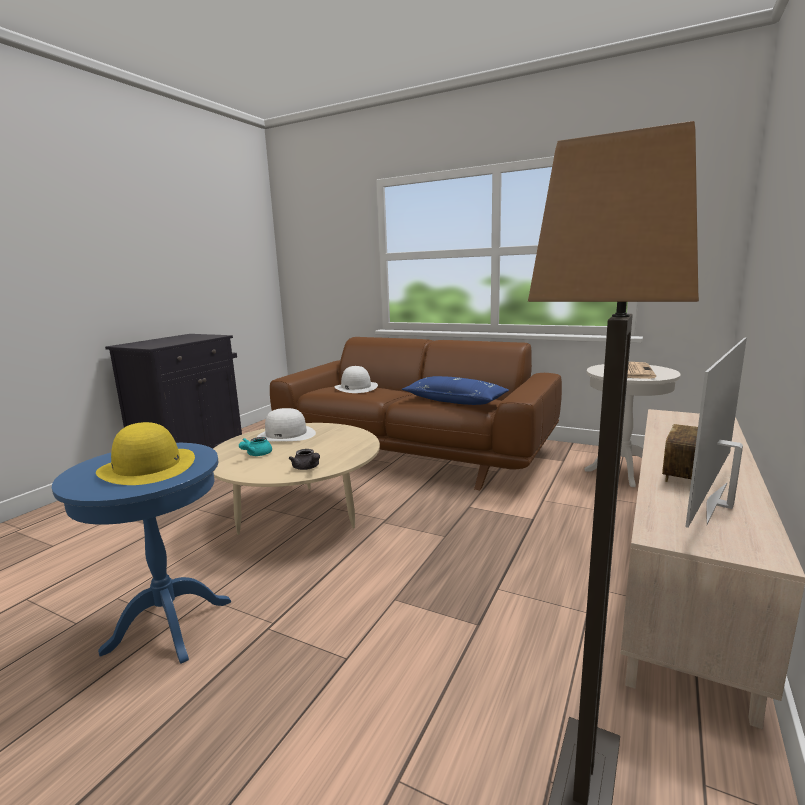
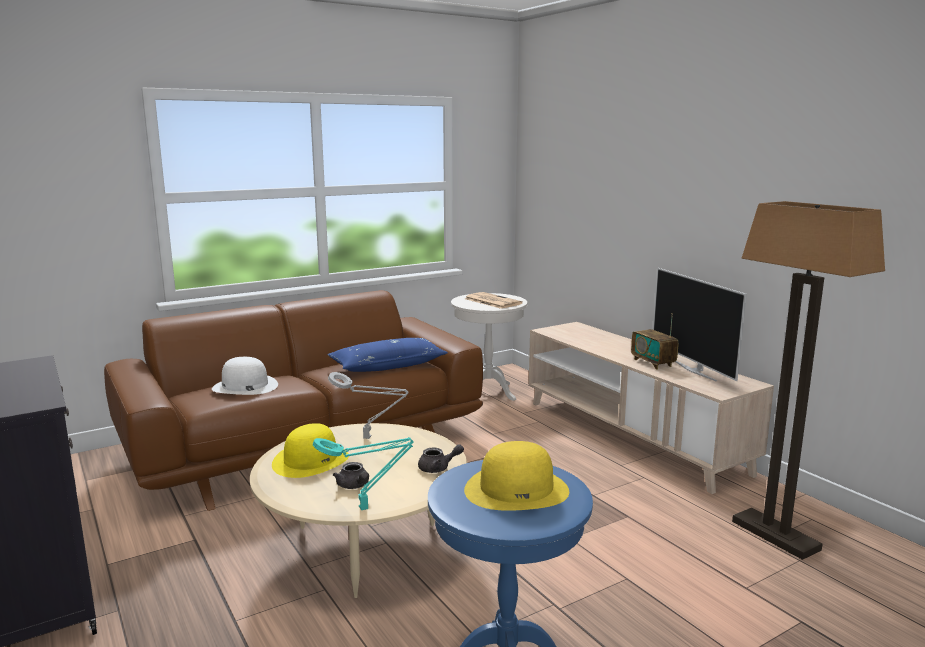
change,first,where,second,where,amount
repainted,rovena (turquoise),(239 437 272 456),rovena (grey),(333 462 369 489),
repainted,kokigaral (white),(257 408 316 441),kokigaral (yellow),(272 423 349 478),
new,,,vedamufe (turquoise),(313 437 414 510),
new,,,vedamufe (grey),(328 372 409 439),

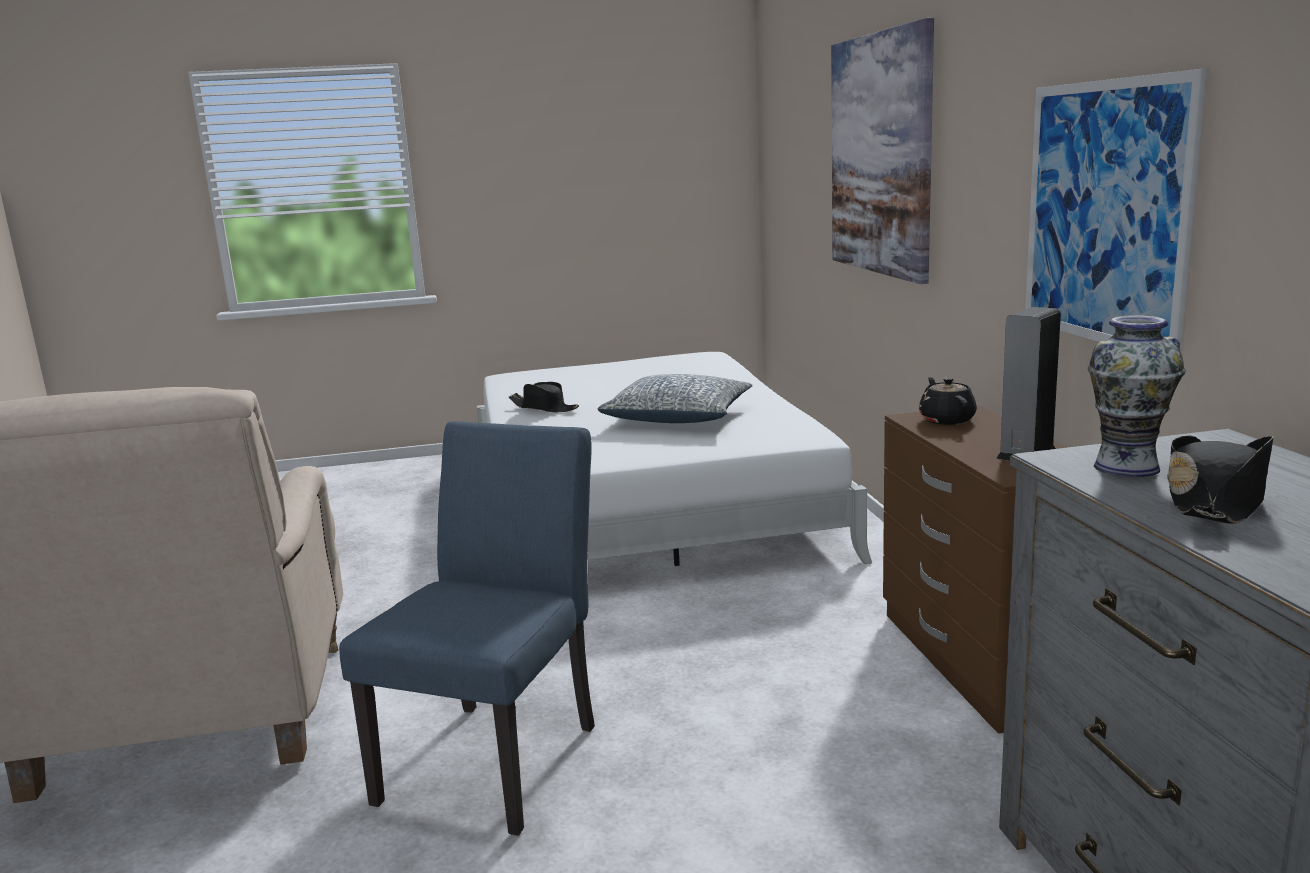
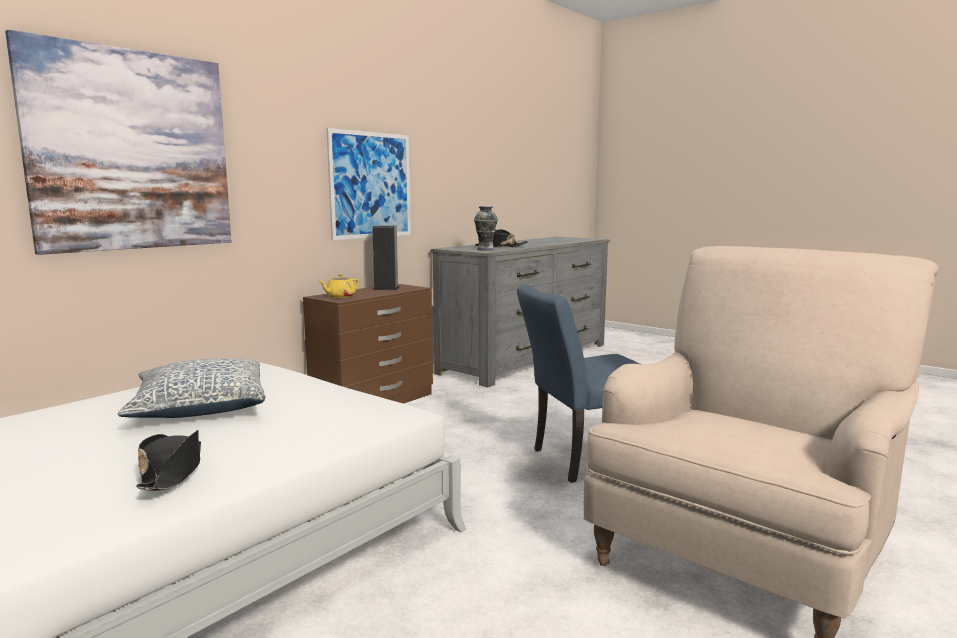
change,first,where,second,where,amount
repainted,rovena (black),(919 377 977 425),rovena (yellow),(319 274 359 298),

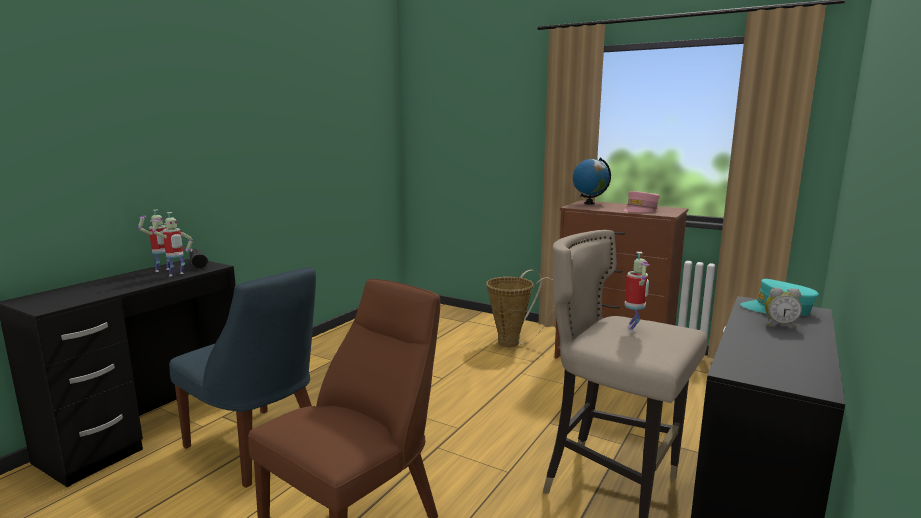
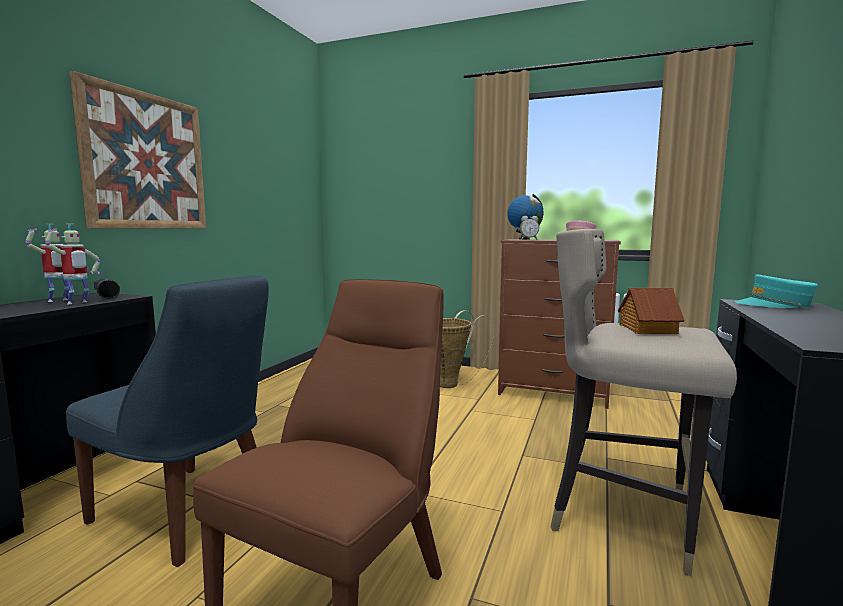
change,first,where,second,where,amount
swapped,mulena,(624 252 650 333),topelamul,(618 288 685 334),
shifted,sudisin,(765 287 802 328),,(520 216 539 240),
new,,,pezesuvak,(69 71 206 229),

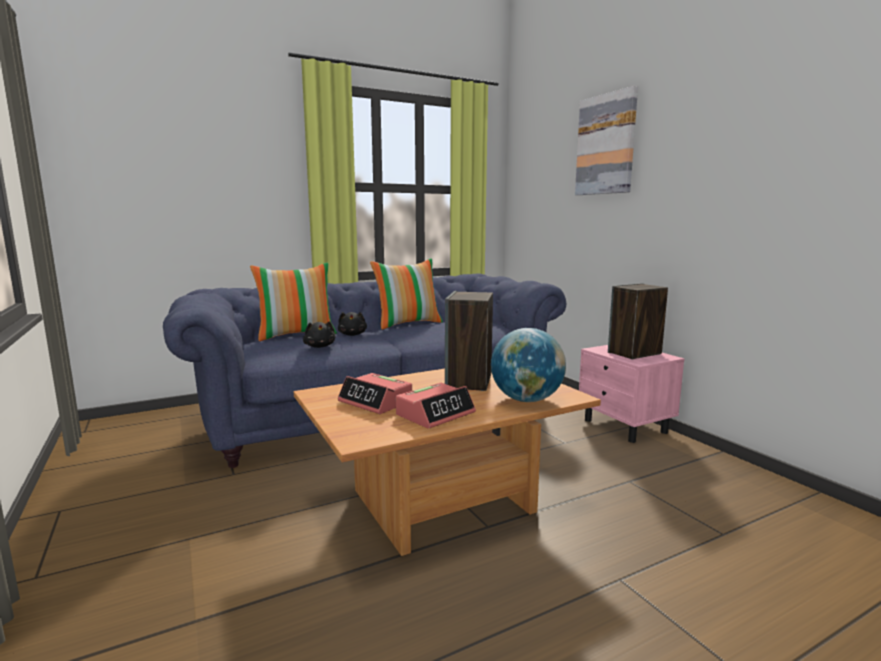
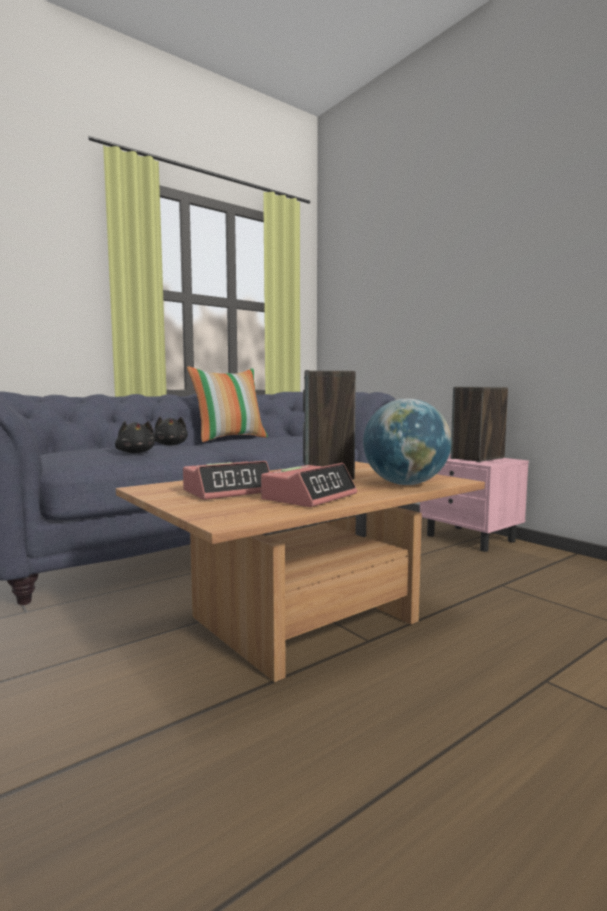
change,first,where,second,where,amount
gone,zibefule,(250 262 337 341),,,
rotated,sudisin,(338 373 412 414),,(183 461 270 500),60 degrees counterclockwise
gone,pezesuvak,(575 86 638 195),,,

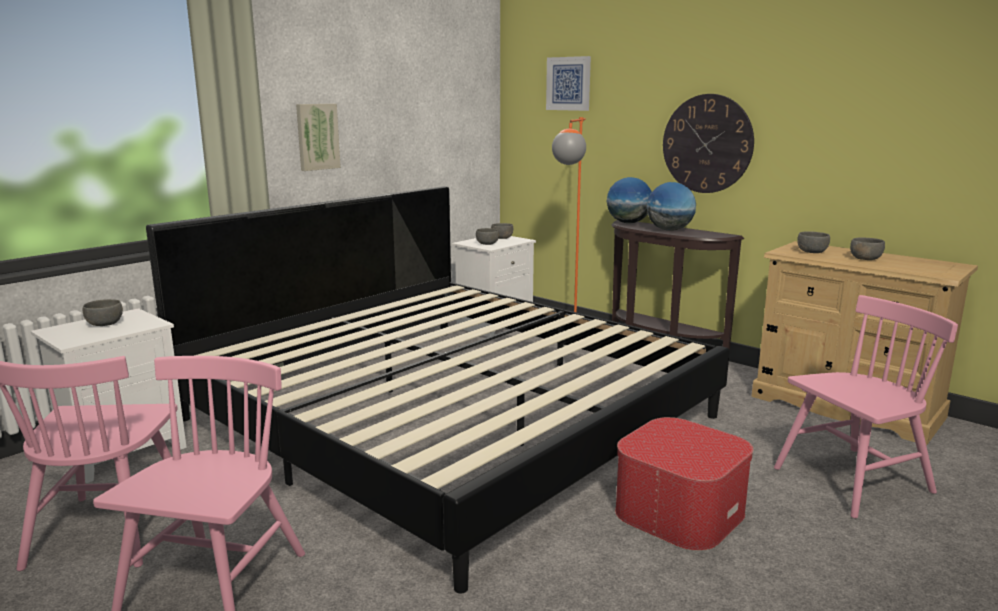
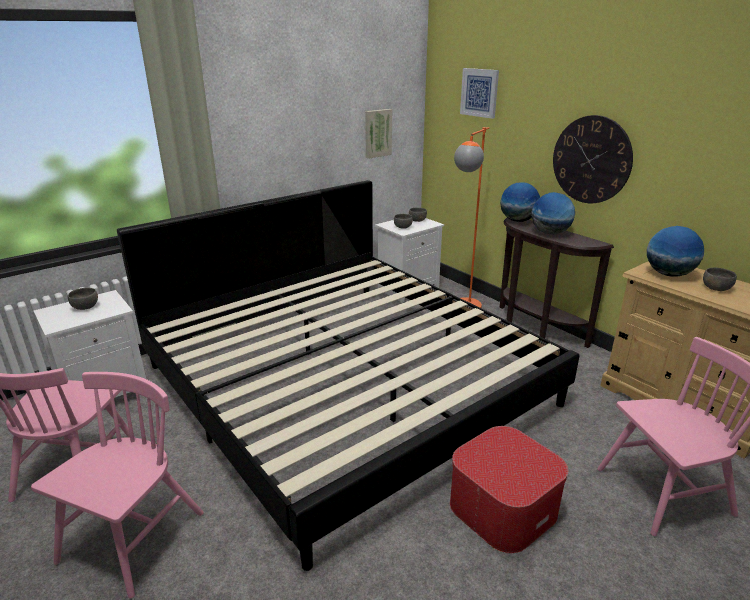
change,first,where,second,where,amount
shifted,pezesuvak,(296 104 341 171),,(365 109 392 159),
swapped,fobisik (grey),(797 231 830 253),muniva,(647 226 704 277),

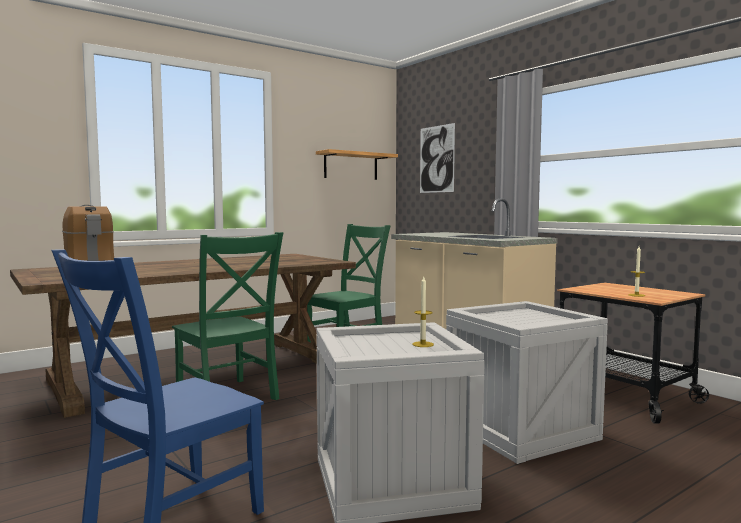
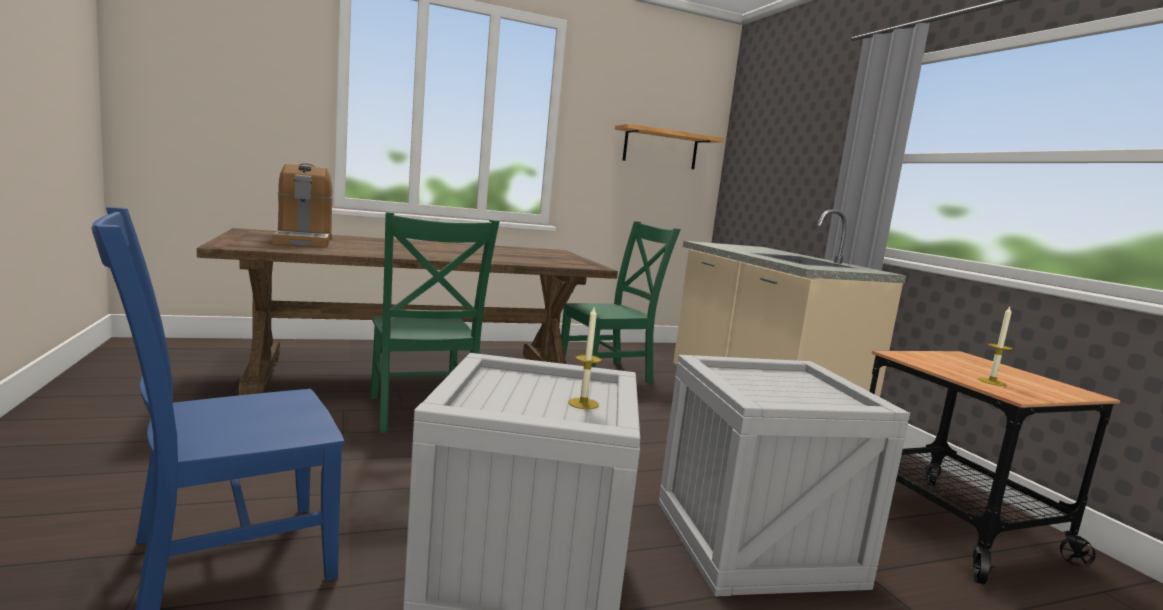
change,first,where,second,where,amount
gone,pezesuvak,(420 123 455 193),,,

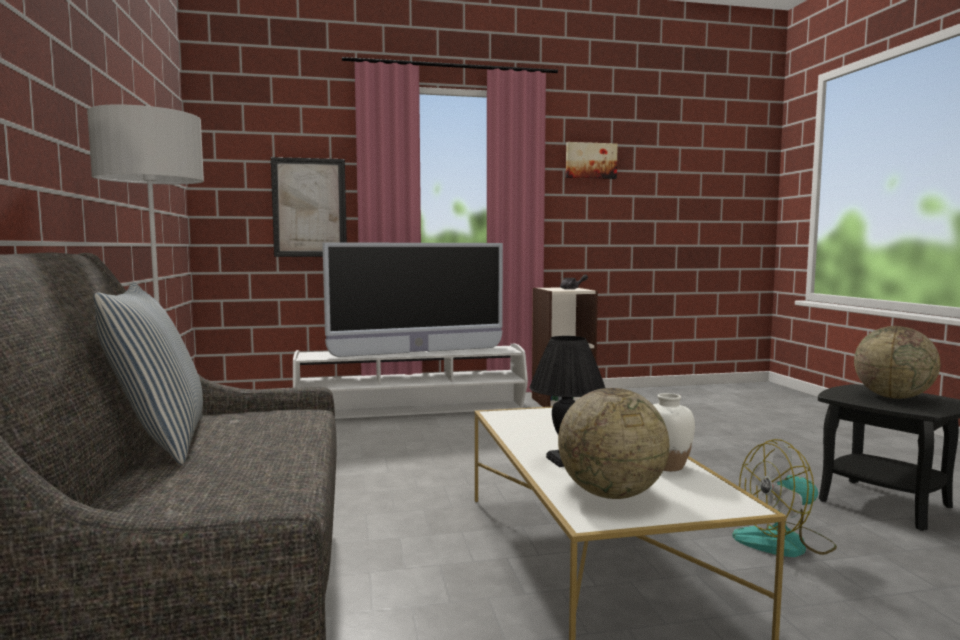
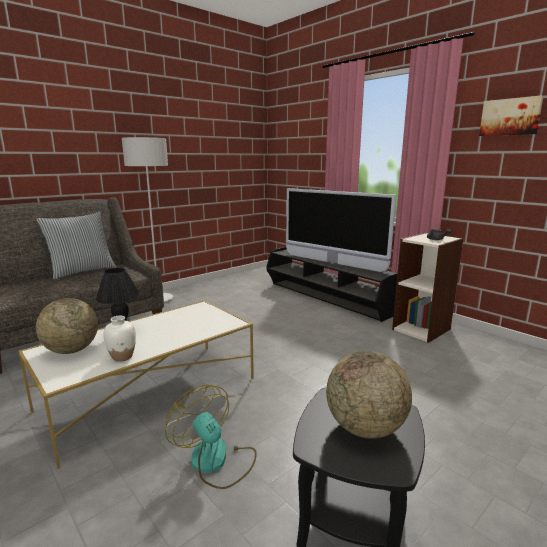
change,first,where,second,where,amount
gone,pezesuvak,(271 157 347 257),,,
repainted,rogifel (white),(293 344 528 419),rogifel (black),(266 247 397 322),

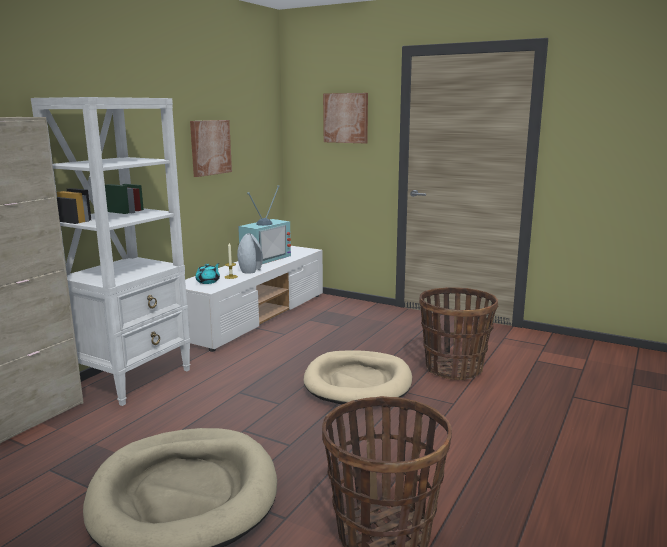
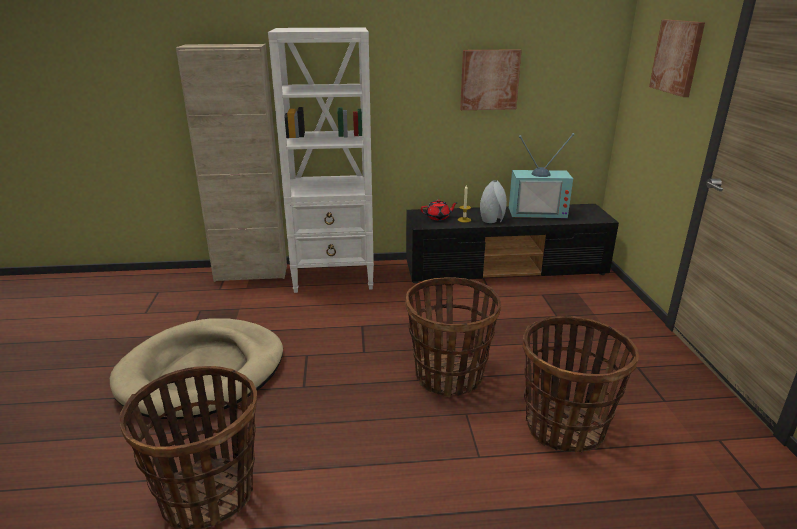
change,first,where,second,where,amount
repainted,rogifel (white),(185 246 323 352),rogifel (black),(406 204 619 283),
repainted,rovena (turquoise),(195 263 220 284),rovena (red),(421 200 457 220),
swapped,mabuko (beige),(303 350 412 404),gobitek,(405 277 501 398),

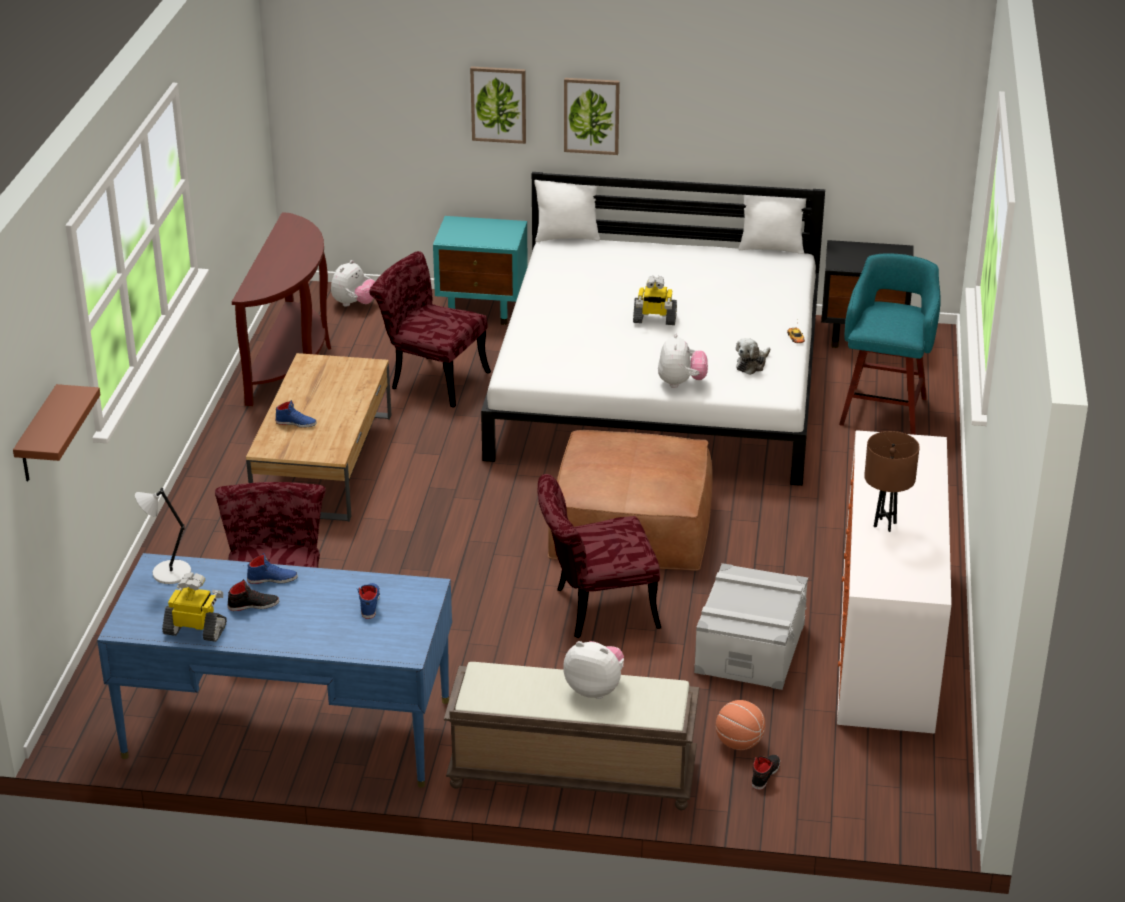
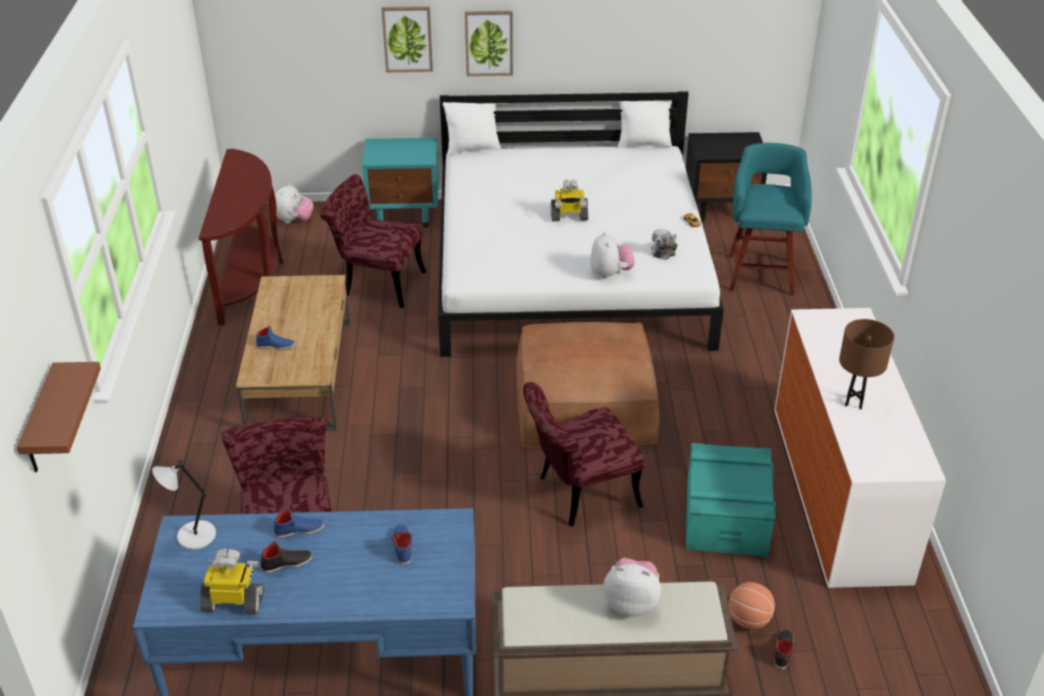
change,first,where,second,where,amount
repainted,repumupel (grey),(694 563 808 690),repumupel (turquoise),(686 443 776 557),

